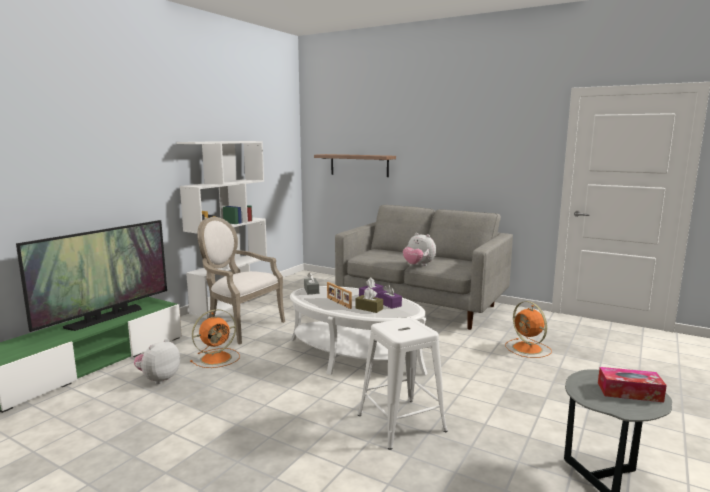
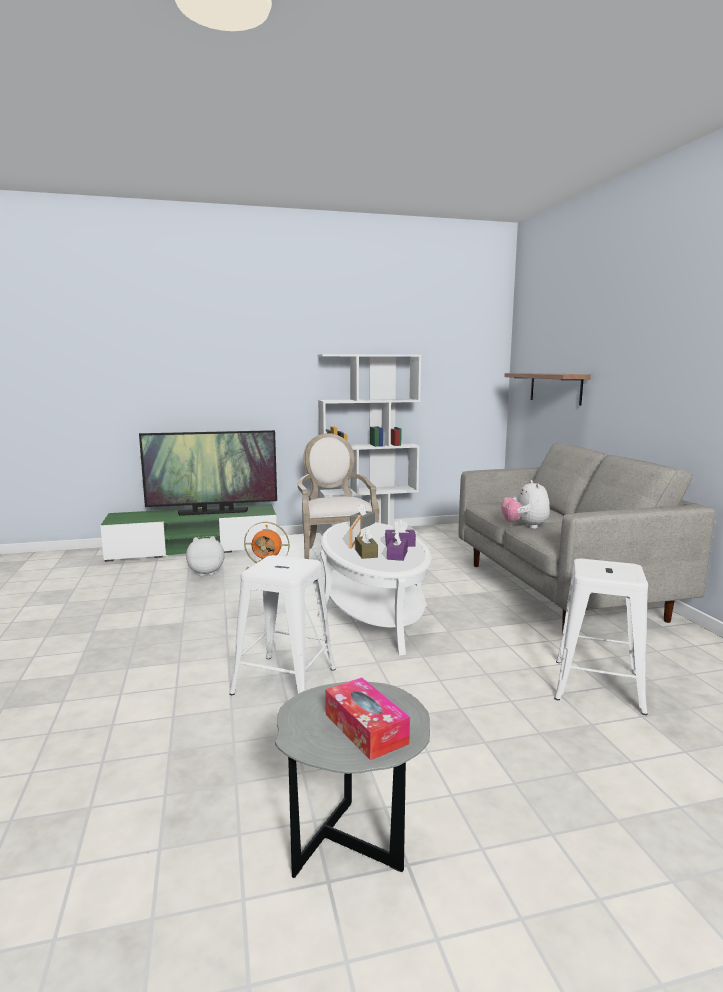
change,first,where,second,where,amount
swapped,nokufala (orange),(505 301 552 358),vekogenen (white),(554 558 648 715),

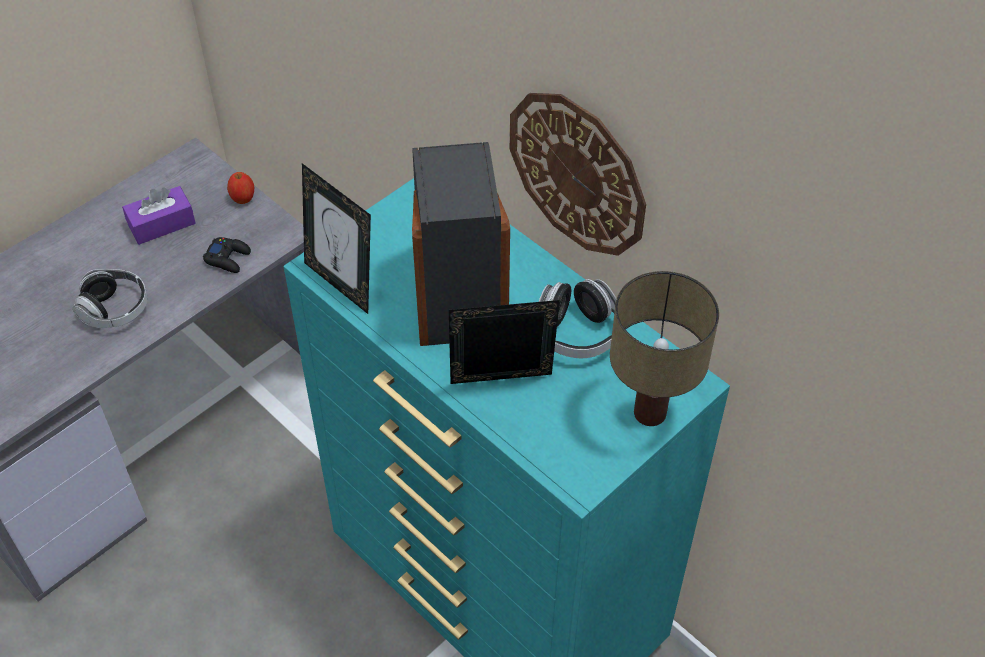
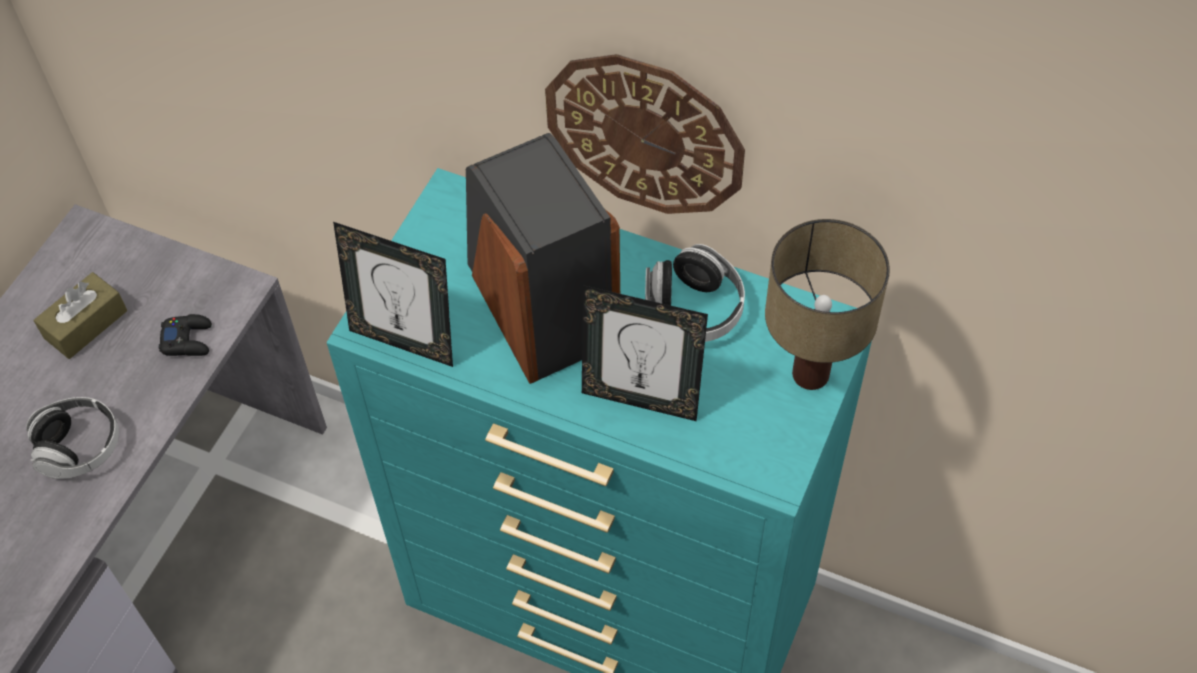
change,first,where,second,where,amount
repainted,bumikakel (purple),(122 186 196 245),bumikakel (brown),(34 272 127 359),
gone,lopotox,(227 172 254 204),,,
rotated,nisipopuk,(449 300 560 384),,(582 285 708 421),135 degrees counterclockwise

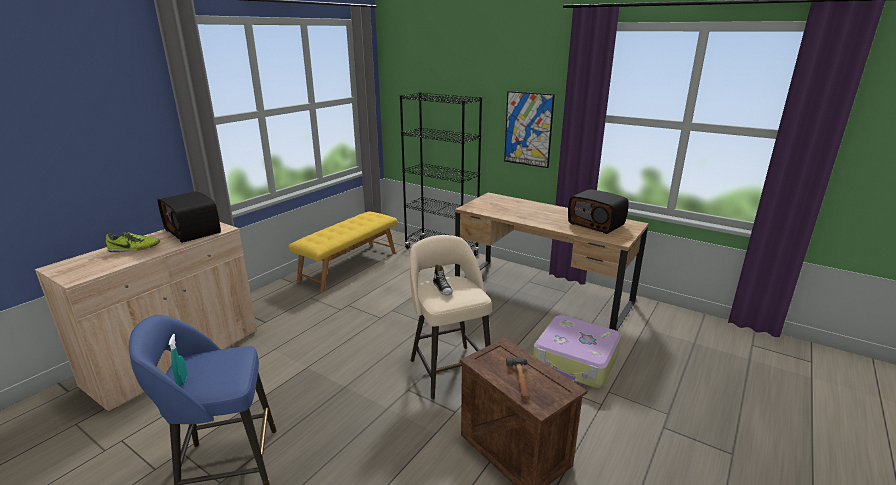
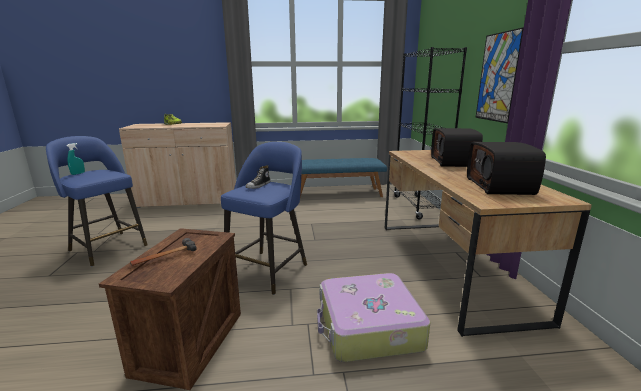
change,first,where,second,where,amount
shifted,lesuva,(158 191 221 243),,(431 128 483 167),
repainted,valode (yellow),(288 211 397 292),valode (blue),(300 158 387 197),
repainted,vekogenen (beige),(410 235 492 399),vekogenen (blue),(221 142 307 295),

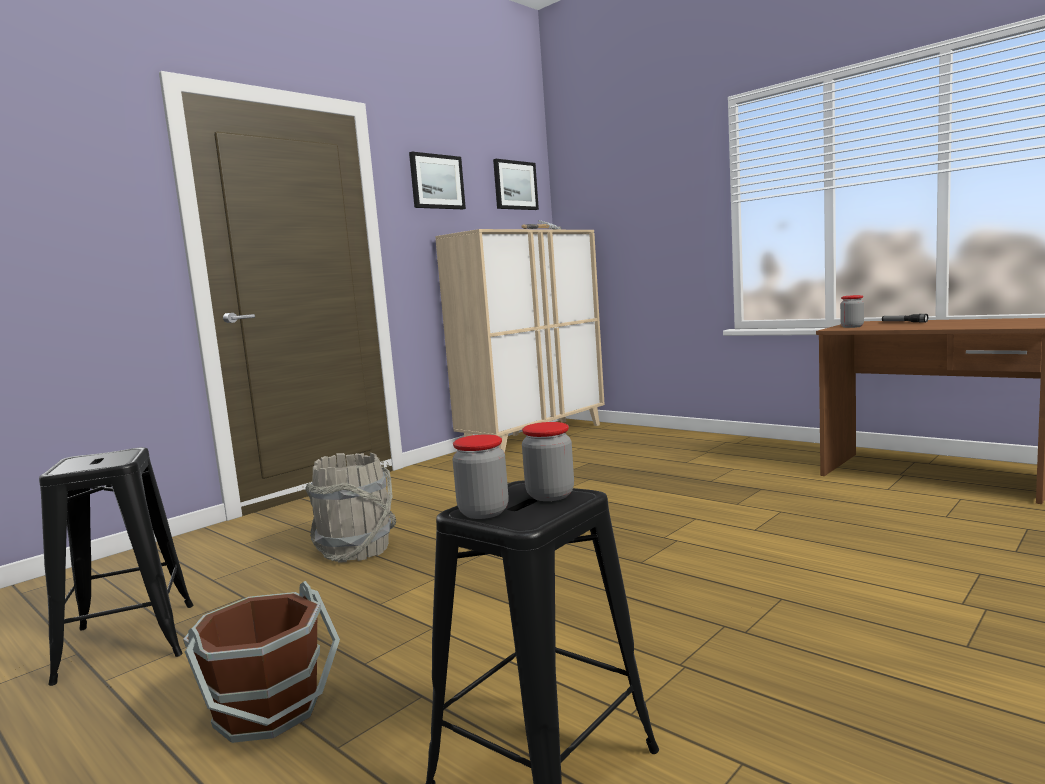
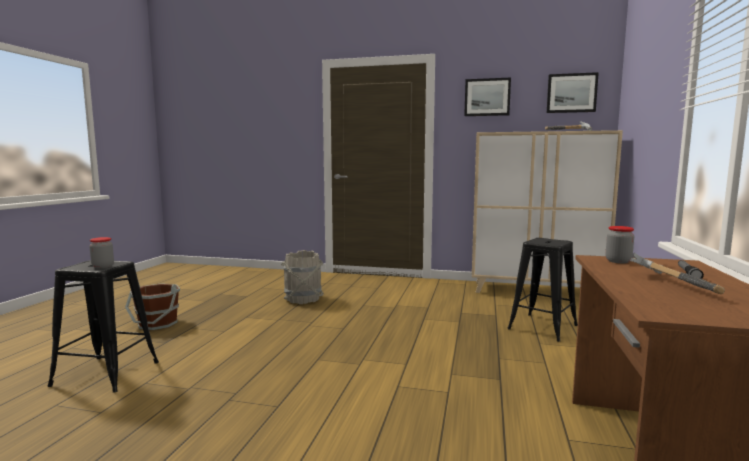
change,first,where,second,where,amount
shifted,vekogenen (black),(39 447 193 686),,(507 238 578 342),
gone,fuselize,(453 434 508 519),,,
new,,,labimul,(630 252 725 294),

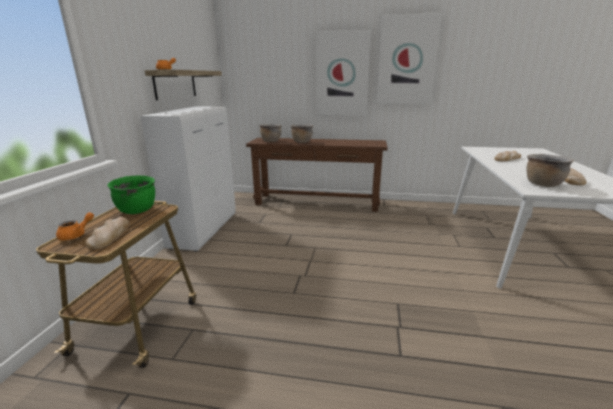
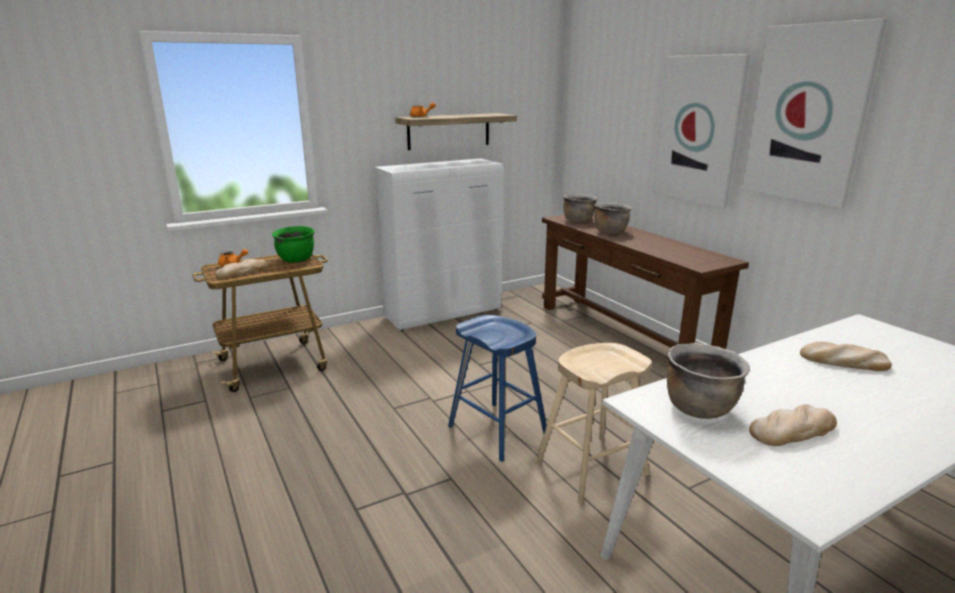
change,first,where,second,where,amount
new,,,vekogenen (blue),(448 315 547 462),
new,,,vekogenen (beige),(536 343 652 504),

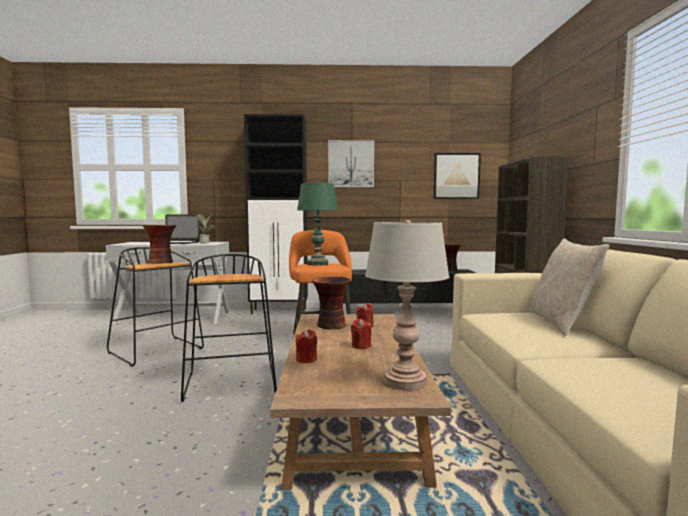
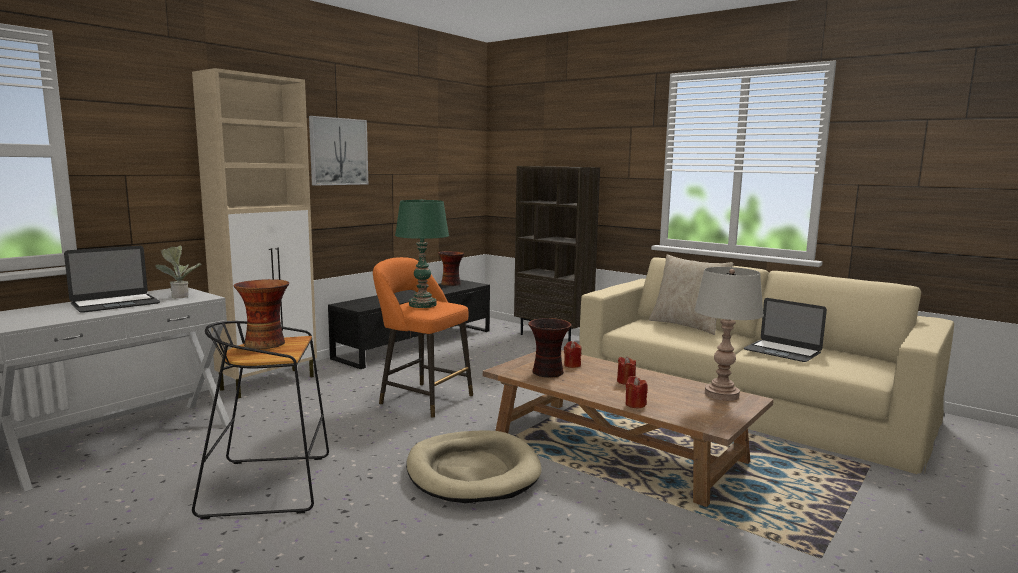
change,first,where,second,where,amount
swapped,vekogenen (black),(181 254 277 402),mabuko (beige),(406 430 541 503),
repainted,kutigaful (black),(244 114 308 314),kutigaful (beige),(192 68 317 399),
gone,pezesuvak,(434 153 481 199),,,
new,,,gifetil,(744 298 827 362),

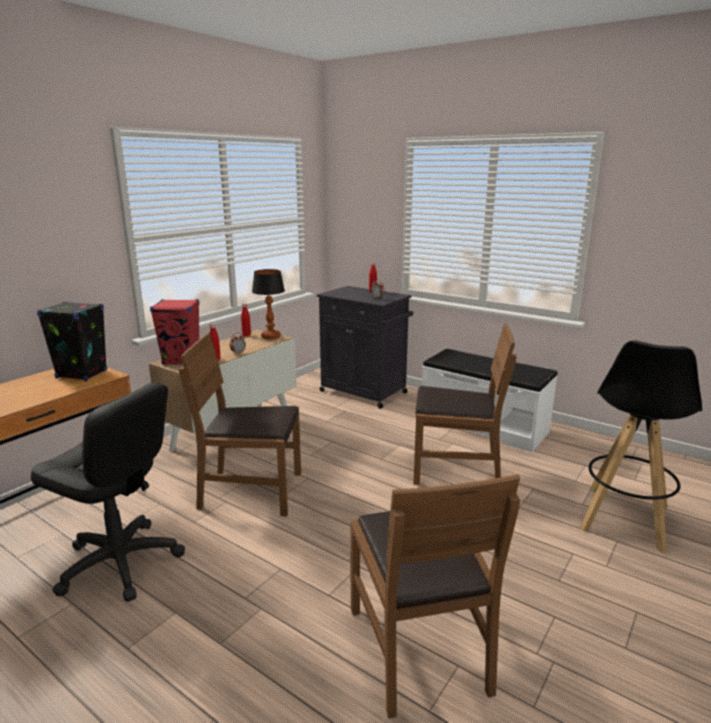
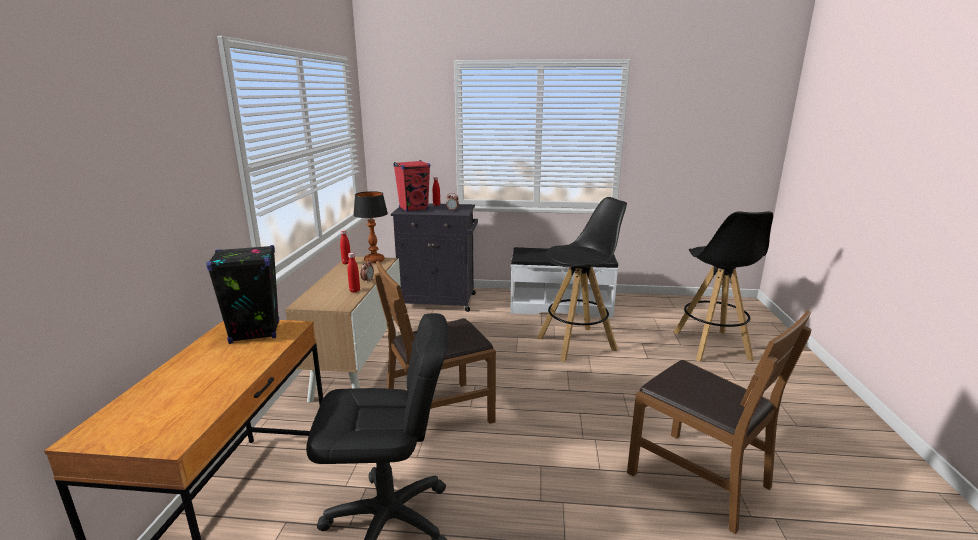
change,first,where,second,where,amount
shifted,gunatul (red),(150 299 199 365),,(393 160 430 212),
swapped,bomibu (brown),(413 323 516 485),vekogenen (black),(537 197 627 362),

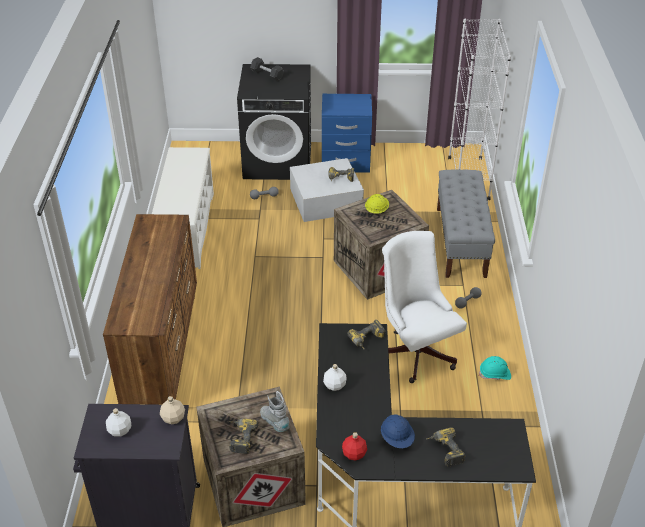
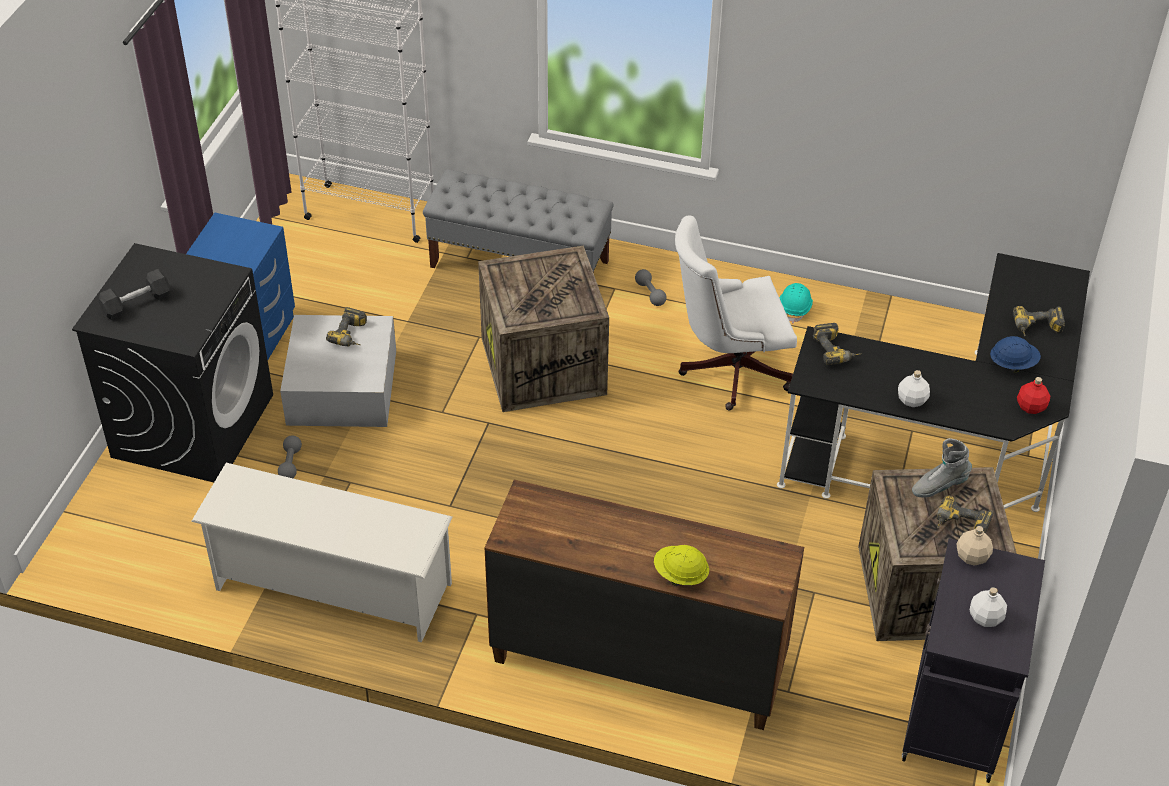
change,first,where,second,where,amount
shifted,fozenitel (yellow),(365 194 389 214),,(654 545 709 586),

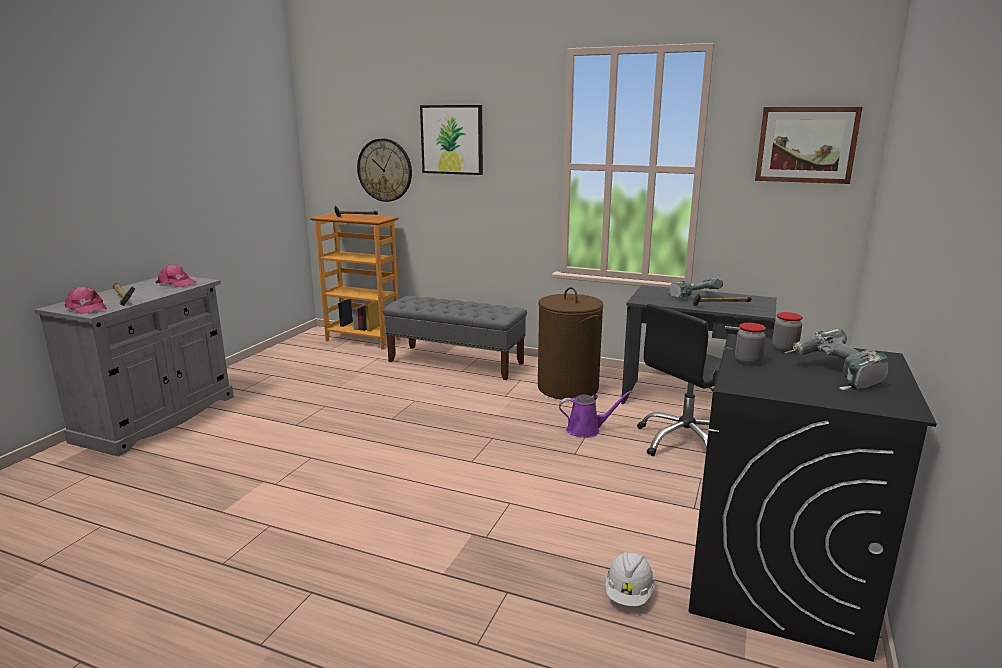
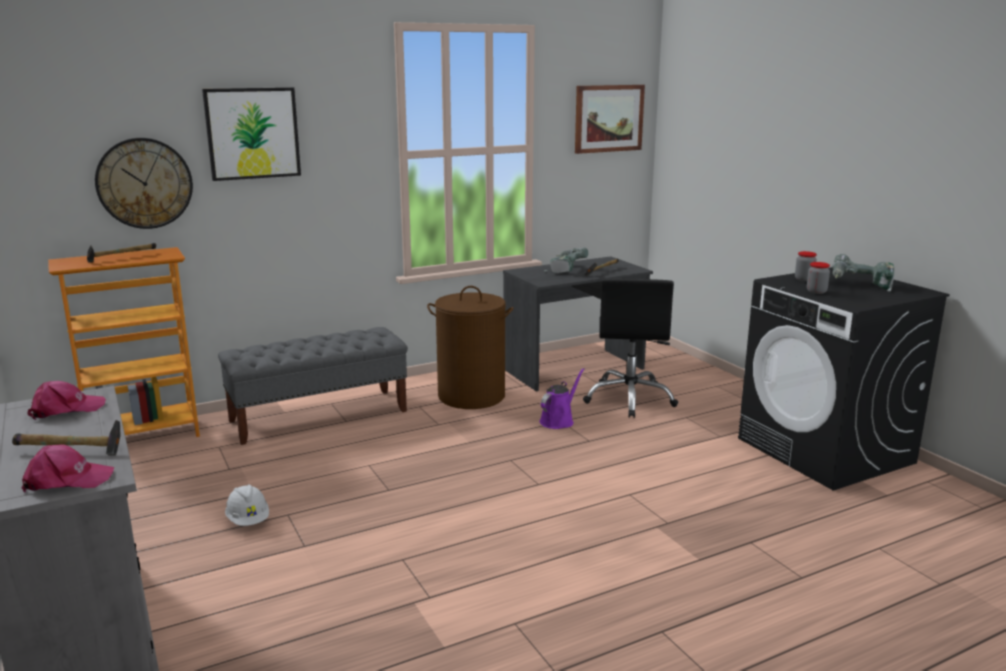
change,first,where,second,where,amount
shifted,fozenitel (white),(605 551 655 606),,(225 484 269 526),

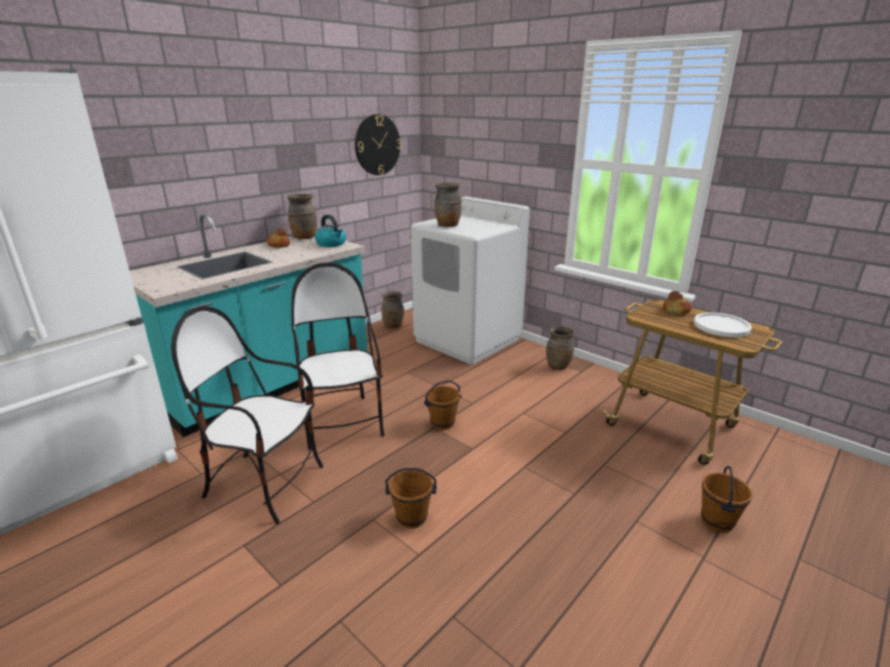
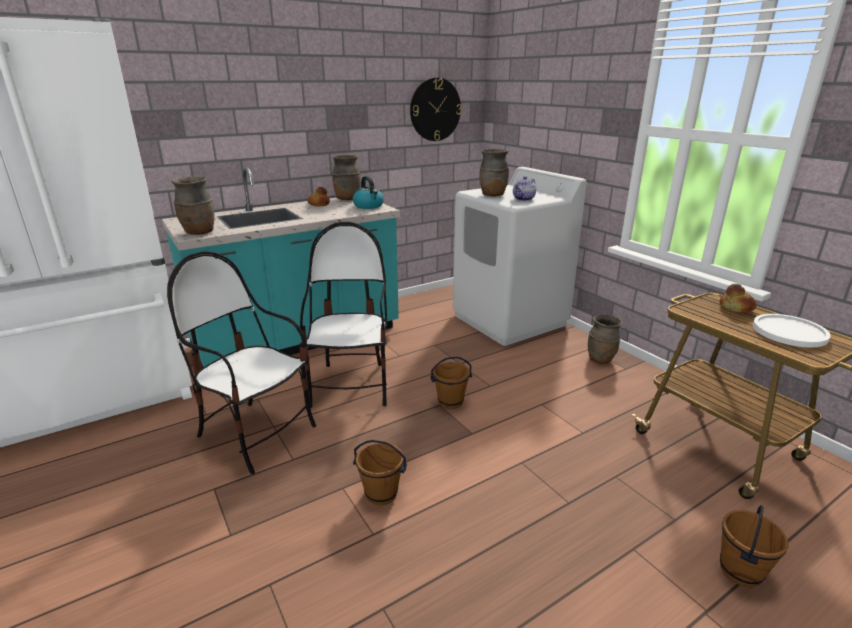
change,first,where,second,where,amount
shifted,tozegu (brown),(381 291 404 328),,(171 176 214 235),
new,,,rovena,(513 176 536 201),

